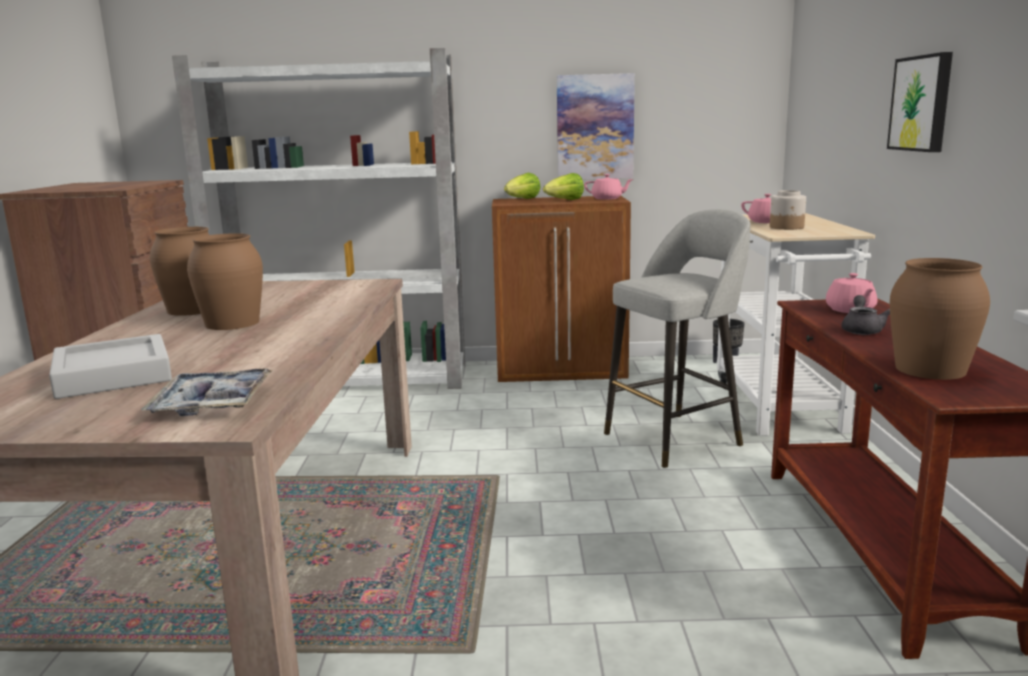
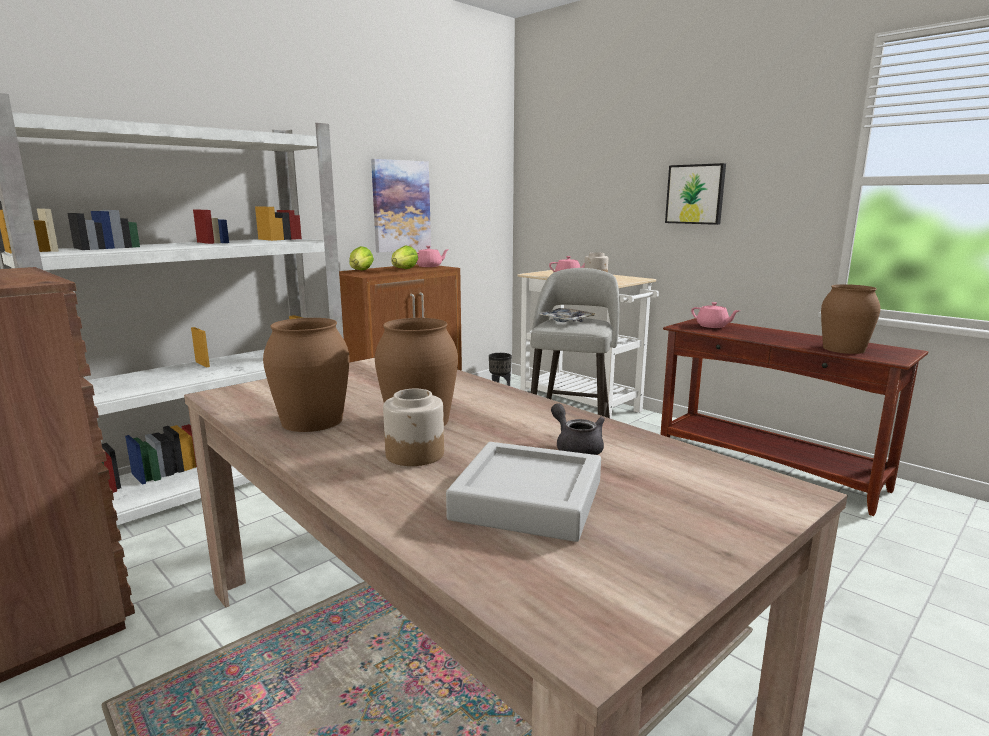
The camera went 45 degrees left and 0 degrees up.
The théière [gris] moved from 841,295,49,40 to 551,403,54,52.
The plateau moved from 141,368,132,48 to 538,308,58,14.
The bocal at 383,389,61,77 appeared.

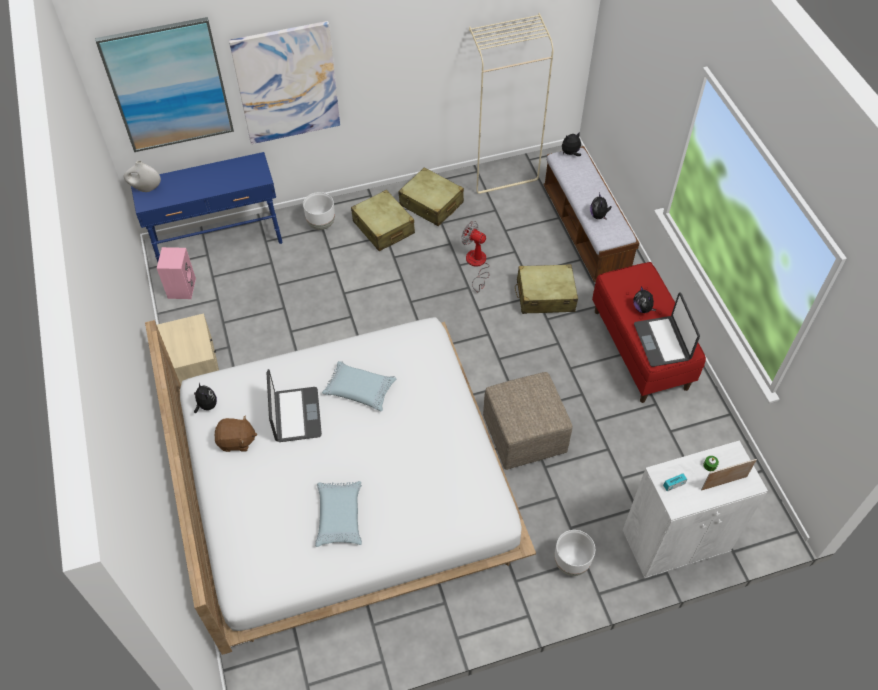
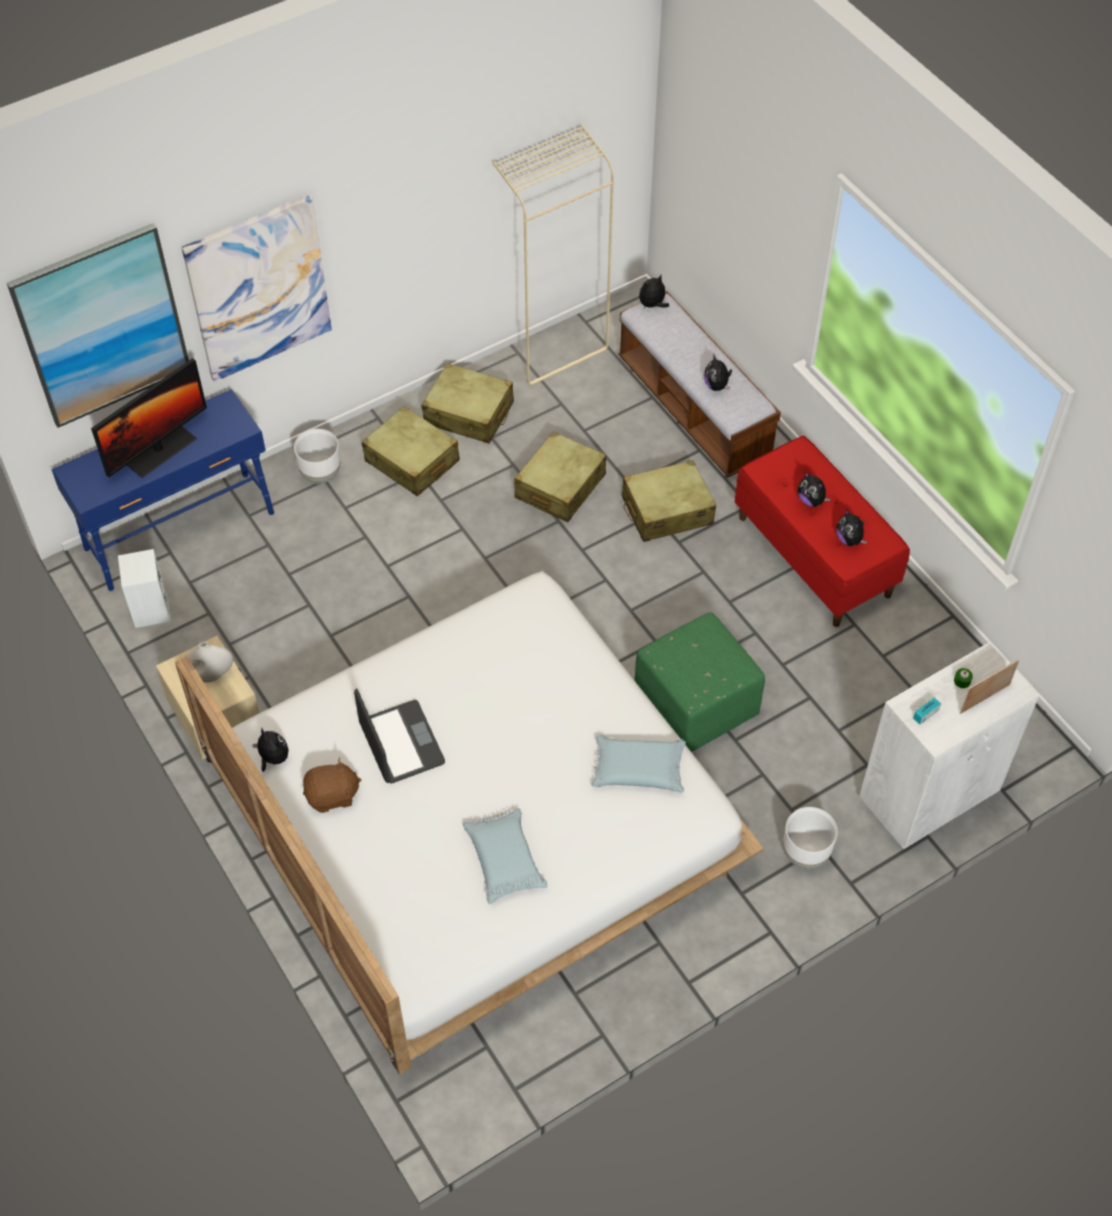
The camera went 15 degrees left and 0 degrees up.
The vase [blanc] moved from 124,161,37,31 to 176,642,57,41.
The ventilateur at 461,221,28,71 was replaced by the valise [beige] at 514,431,92,91.
The enceinte [rose] at 157,247,39,52 became the enceinte [blanc] at 118,549,52,79.
The ordinateur portable at 634,292,66,75 was replaced by the peluche at 836,509,31,37.
The coussin [bleu] moved from 322,361,74,51 to 591,735,95,58.
The pouf [beige] at 483,372,89,98 became the pouf [vert] at 634,612,131,140.
The écran d'ordinateur at 91,358,116,120 appeared.

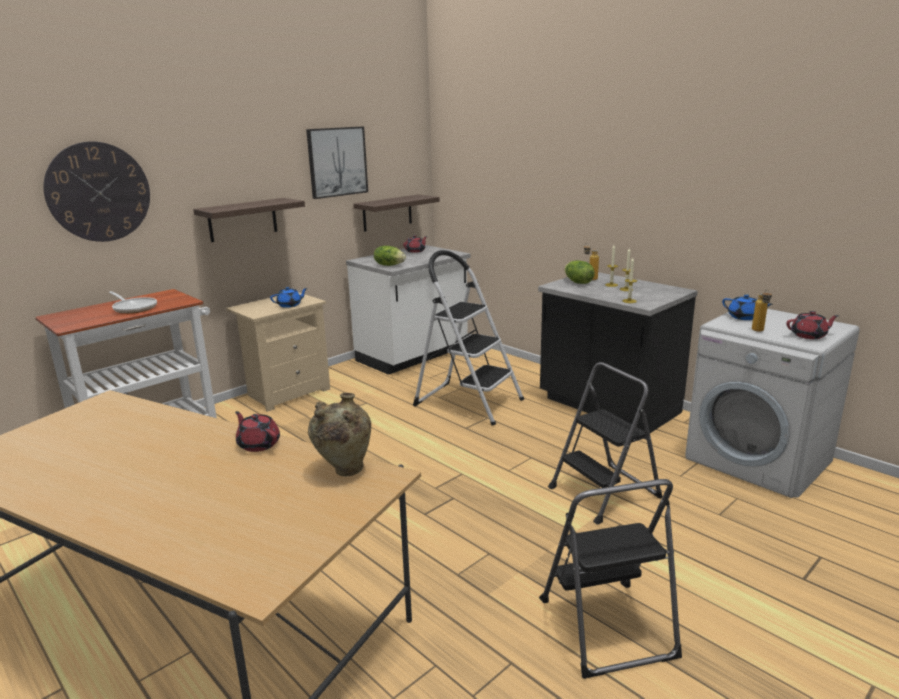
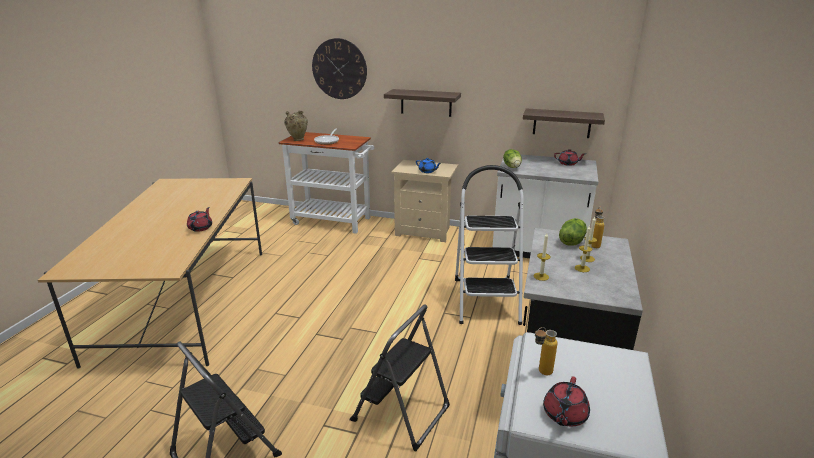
The camera went 60 degrees right and 5 degrees up.
The tableau at 306,127,62,72 disappeared.
The théière [bleu] at 722,294,51,26 disappeared.
The théière [rouge] at 786,311,53,28 turned 60 degrees clockwise.
The vase [beige] moved from 308,393,63,83 to 284,111,24,30.

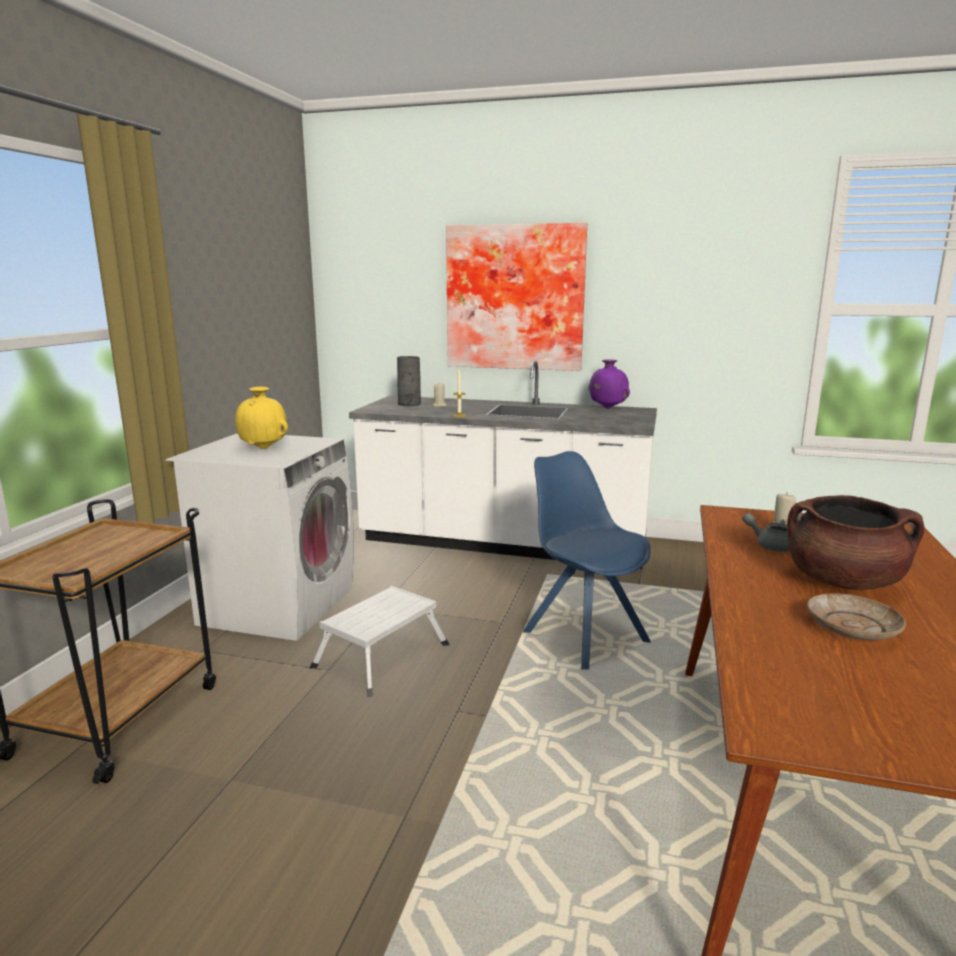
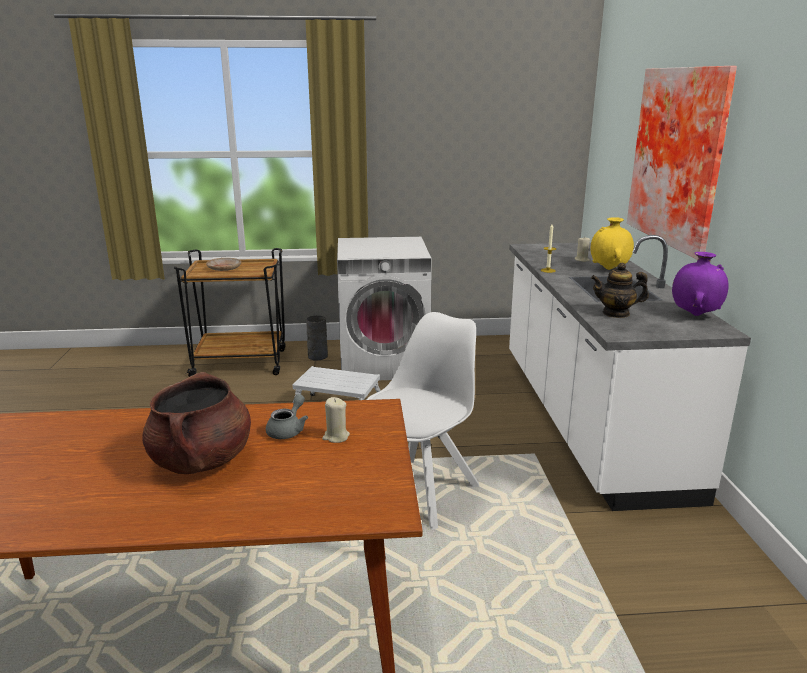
The camera went 70 degrees right and 5 degrees up.
The vase [gris] moved from 397,356,24,50 to 306,316,22,45.
The vase [jaune] moved from 235,387,53,62 to 591,217,43,53.
The chaise [bleu] at 523,451,128,219 became the chaise [blanc] at 366,312,114,218.
The assiette [beige] moved from 807,593,99,47 to 206,258,35,13.
The théière at 591,263,58,55 appeared.

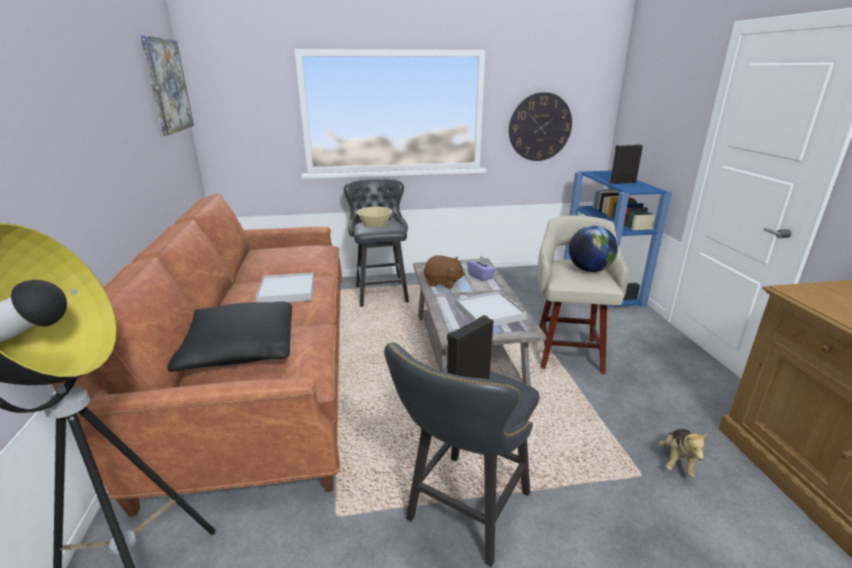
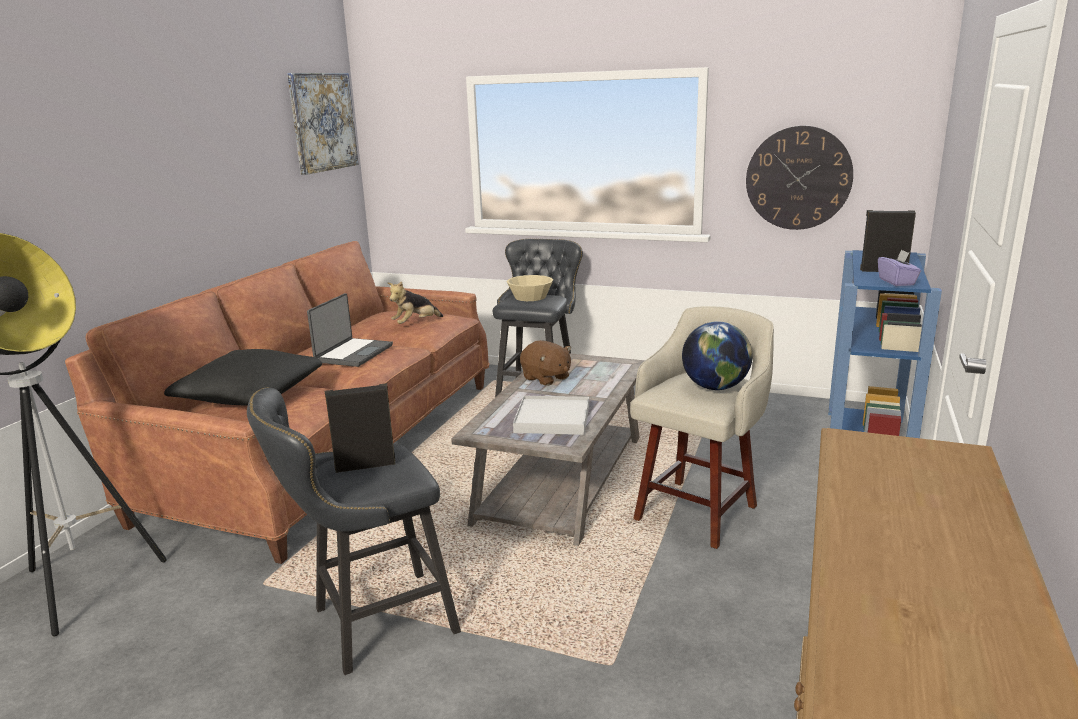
The camera went 30 degrees right and 5 degrees down.
The boîte à mouchoirs [violet] moved from 467,256,28,25 to 878,249,43,37.
The plateau [blanc] at 256,272,58,30 was replaced by the ordinateur portable at 307,293,86,74.
The peluche moved from 659,429,49,49 to 388,281,55,43.

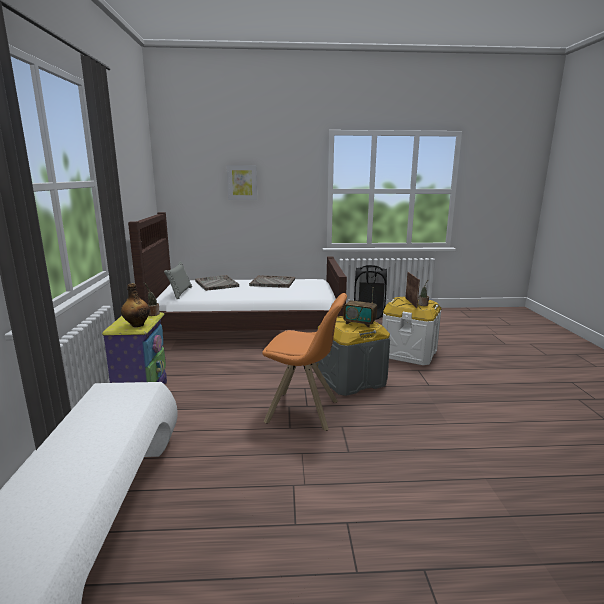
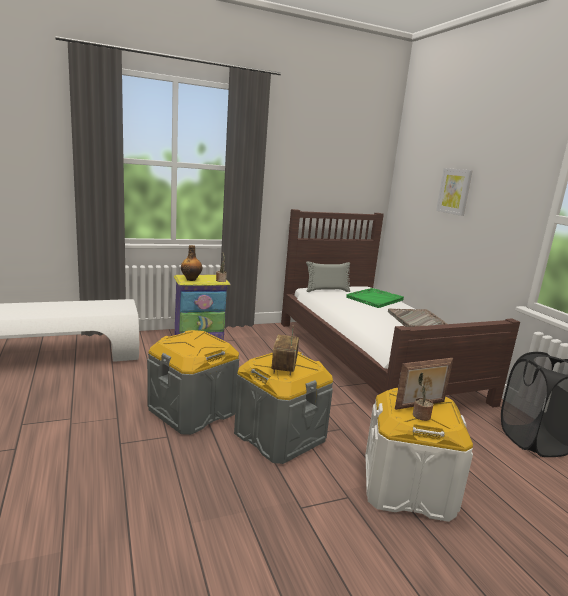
The camera went 70 degrees right and 0 degrees up.
The plateau [gris] at 195,275,44,16 became the plateau [vert] at 346,288,58,20.
The chaise [orange] at 262,293,85,138 was replaced by the boîte de rangement [gris] at 147,330,92,105.

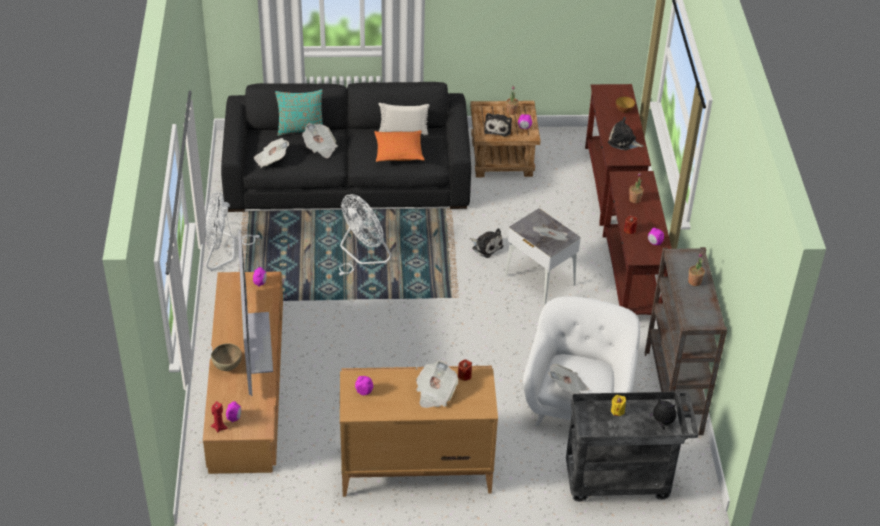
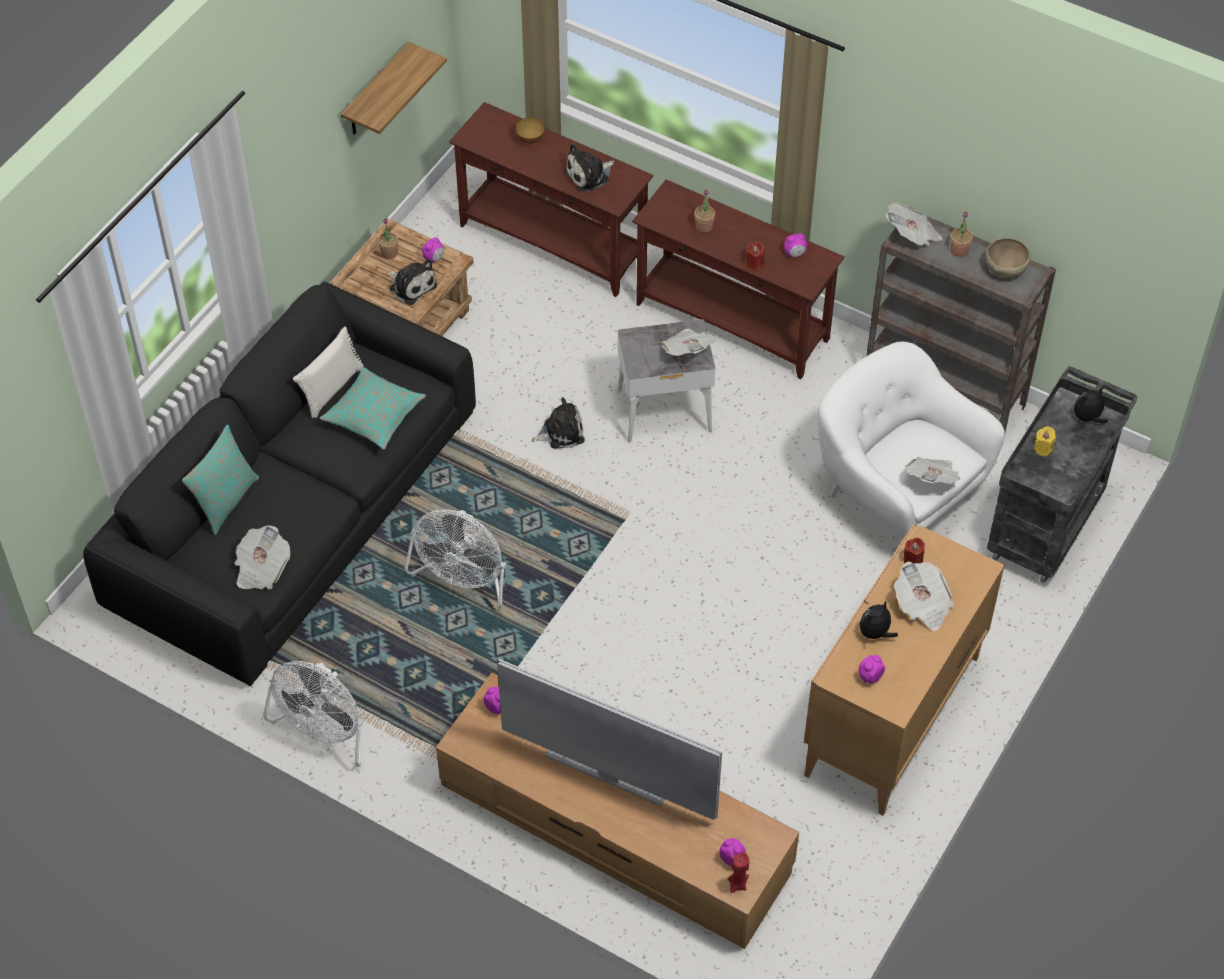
The camera went 55 degrees left and 10 degrees up.
The journal moved from 302,123,36,35 to 885,202,57,44.
The coussin [orange] at 374,130,51,32 became the coussin [turquoise] at 320,367,106,83.
The ventilateur [blanc] at 338,194,53,82 turned 150 degrees counterclockwise.
The bol [marron] moved from 211,344,31,27 to 985,238,46,40.
The étagère at 341,42,106,93 appeared.
The peluche at 860,600,38,39 appeared.

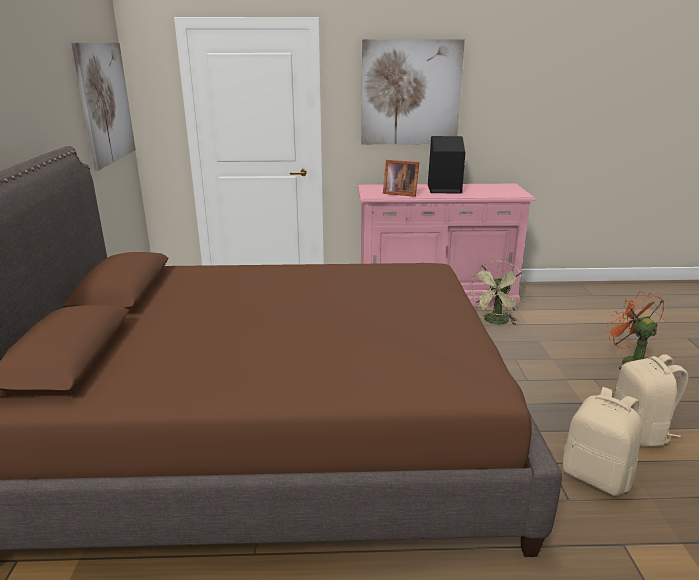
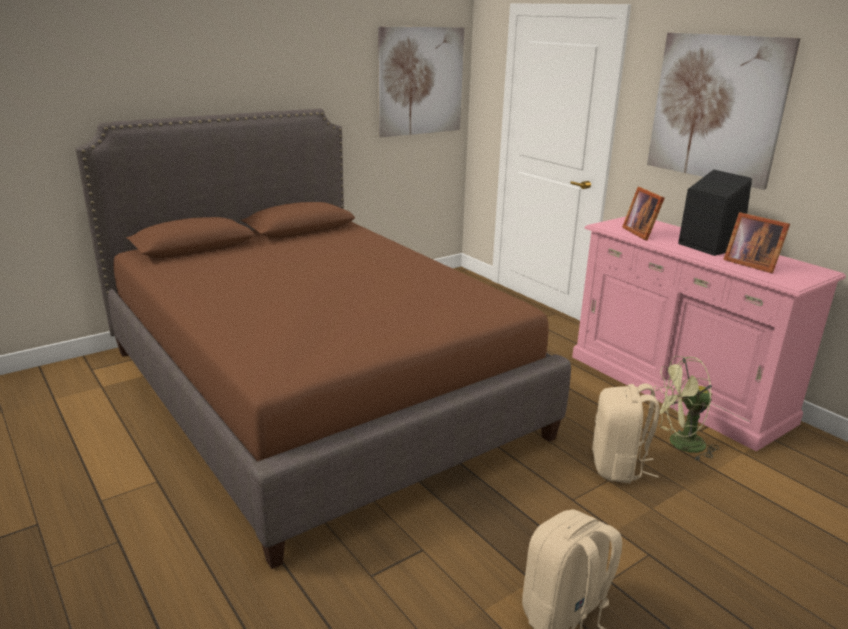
The camera went 55 degrees right and 0 degrees up.
The ventilateur [orange] at 605,291,59,78 disappeared.
The sac à dos [beige] moved from 563,387,79,109 to 592,384,68,99.
The cadre photo at 723,212,67,61 appeared.

